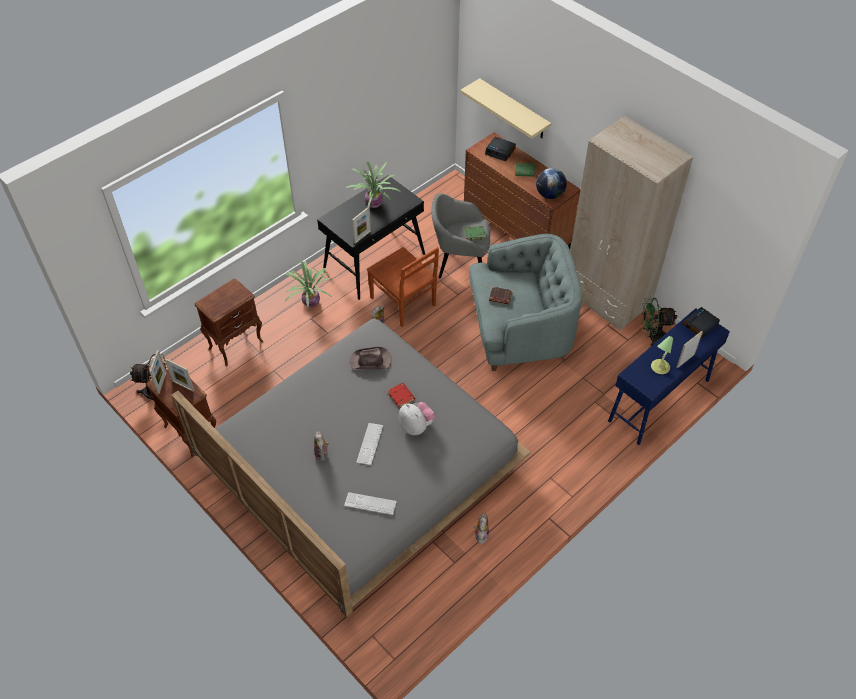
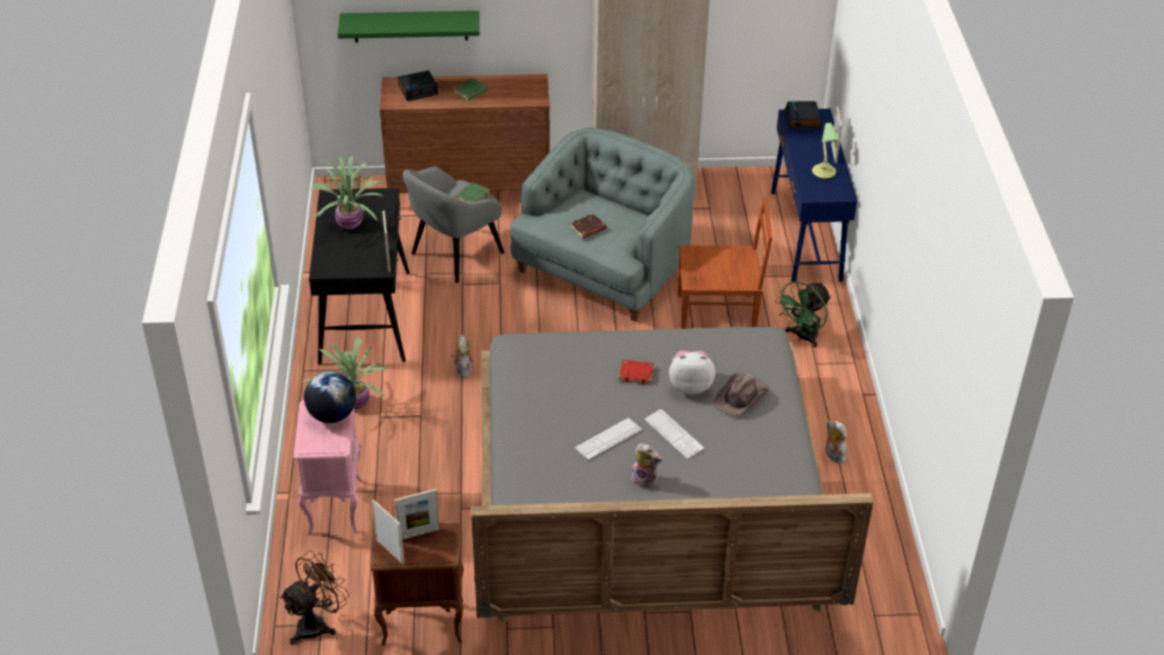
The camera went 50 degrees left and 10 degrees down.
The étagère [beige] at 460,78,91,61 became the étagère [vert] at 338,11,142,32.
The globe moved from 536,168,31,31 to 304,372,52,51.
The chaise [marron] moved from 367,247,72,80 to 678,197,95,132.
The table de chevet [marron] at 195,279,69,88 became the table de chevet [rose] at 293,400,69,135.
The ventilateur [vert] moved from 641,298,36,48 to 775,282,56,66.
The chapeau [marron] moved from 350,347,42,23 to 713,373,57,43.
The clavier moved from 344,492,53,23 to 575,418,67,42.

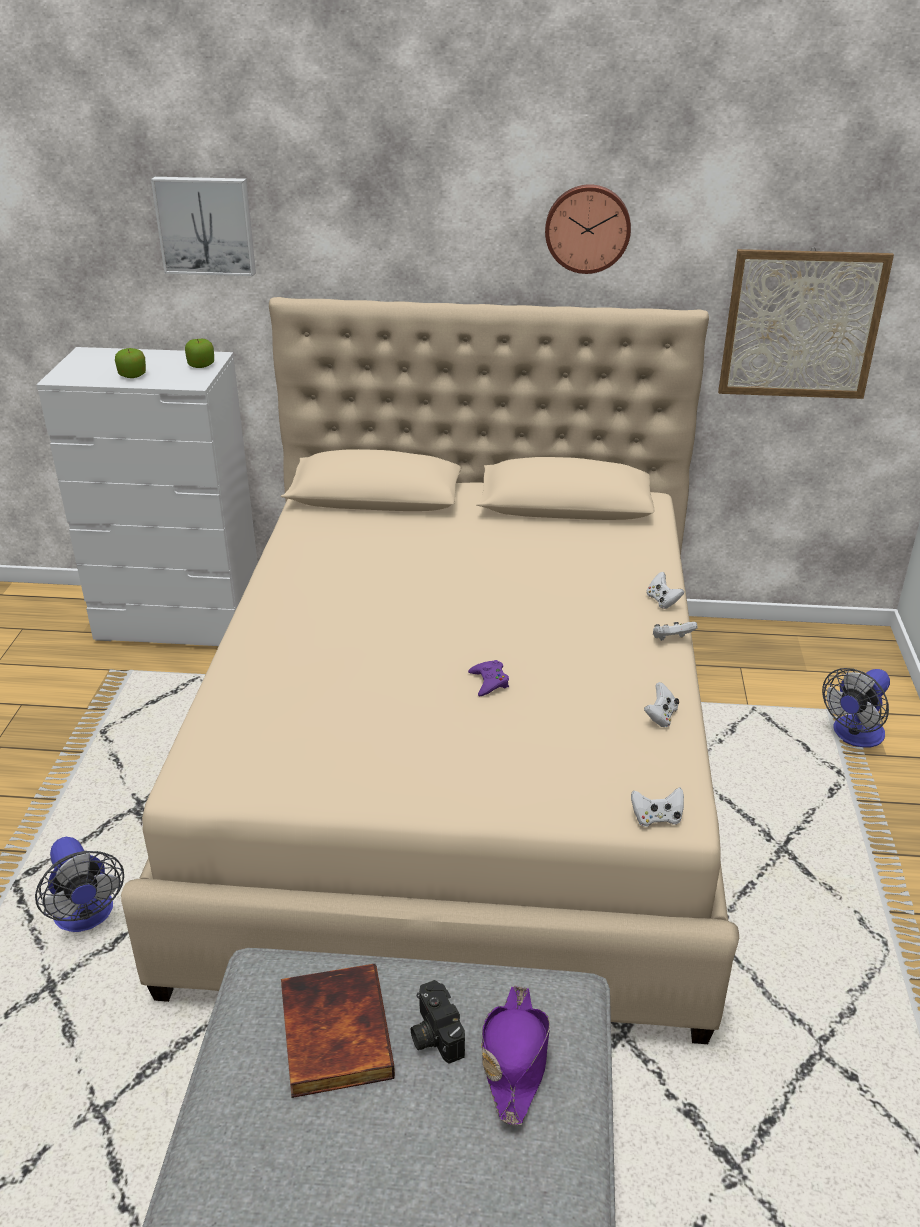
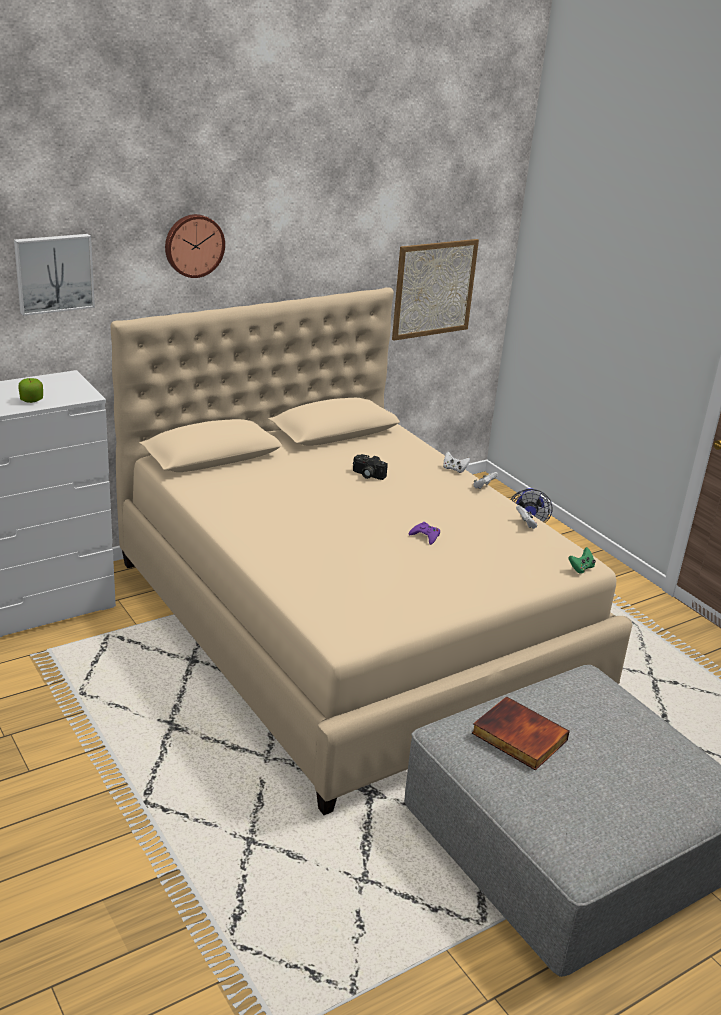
The camera went 40 degrees left and 5 degrees down.
The horloge murale moved from 545,184,86,90 to 165,214,60,64.
The pomme at 185,339,29,29 disappeared.
The manette [blanc] at 631,787,53,40 became the manette [vert] at 568,547,28,27.
The ventilateur at 35,837,89,95 disappeared.
The appareil photo moved from 411,980,54,84 to 353,454,35,26.
The chapeau [violet] at 481,985,69,140 disappeared.

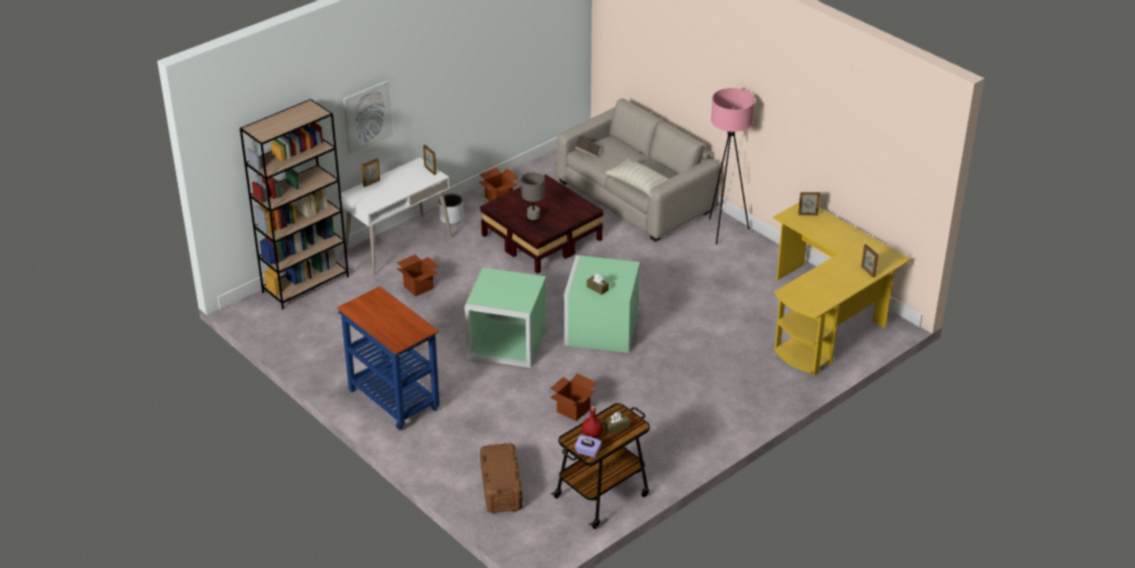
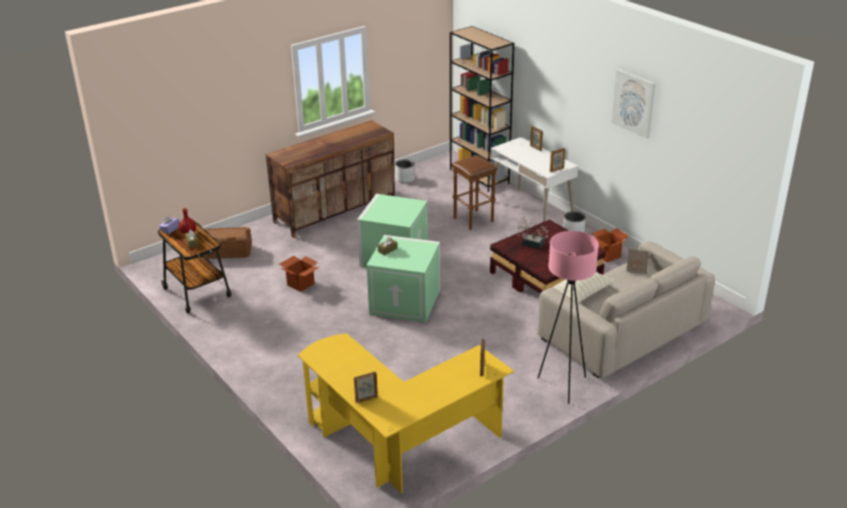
The camera went 95 degrees right and 5 degrees down.
The tableau moved from 343,80,50,74 to 612,69,44,70.
The lampe de table [gris] at 521,172,24,50 was replaced by the plante en pot at 517,217,32,32.
The carton at 397,254,42,43 was replaced by the tabouret [marron] at 452,155,45,75.
The chariot [bleu] at 338,286,102,144 was replaced by the meuble de rangement [marron] at 265,120,130,118.
The cache-pot [gris] at 395,159,20,24 appeared.

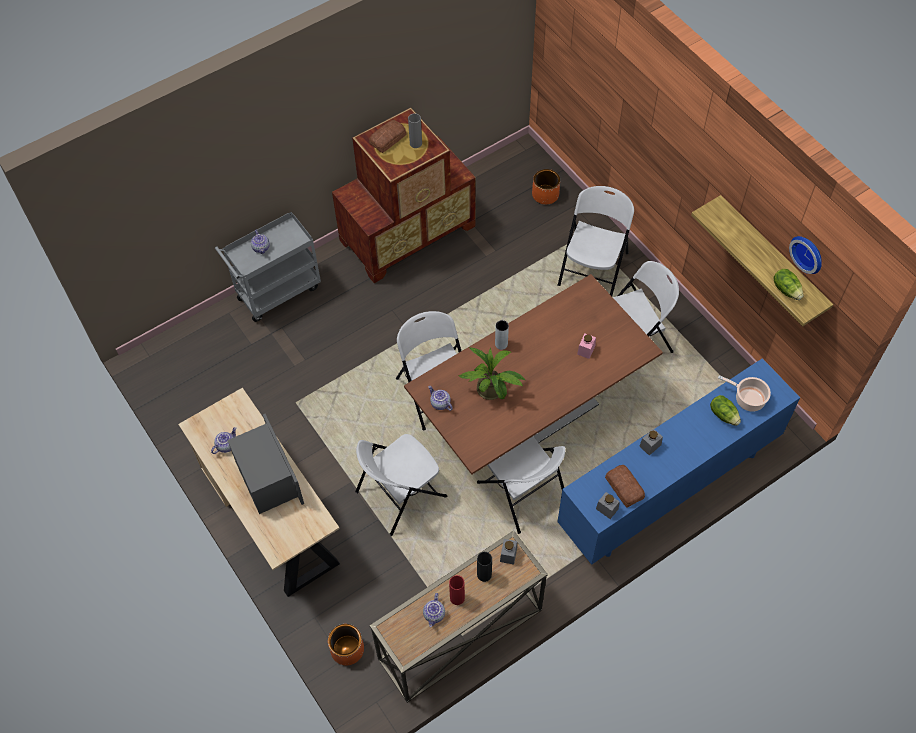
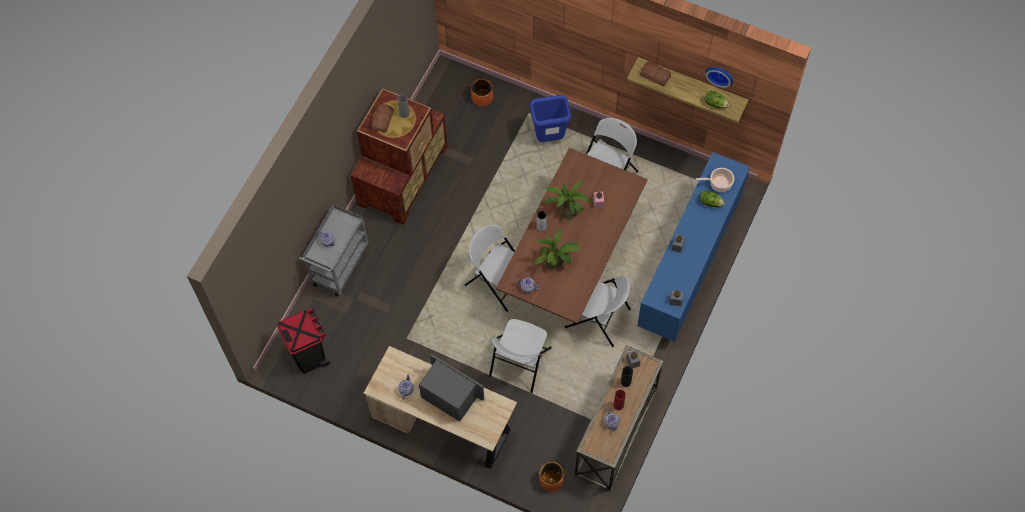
The camera went 30 degrees left and 5 degrees up.
The chaise [blanc] at 557,186,77,110 was replaced by the poubelle [bleu] at 530,95,41,47.
The pain moved from 605,465,40,43 to 640,62,31,24.
The plante en pot at 544,181,48,39 appeared.
The poubelle [noir] at 277,309,53,65 appeared.

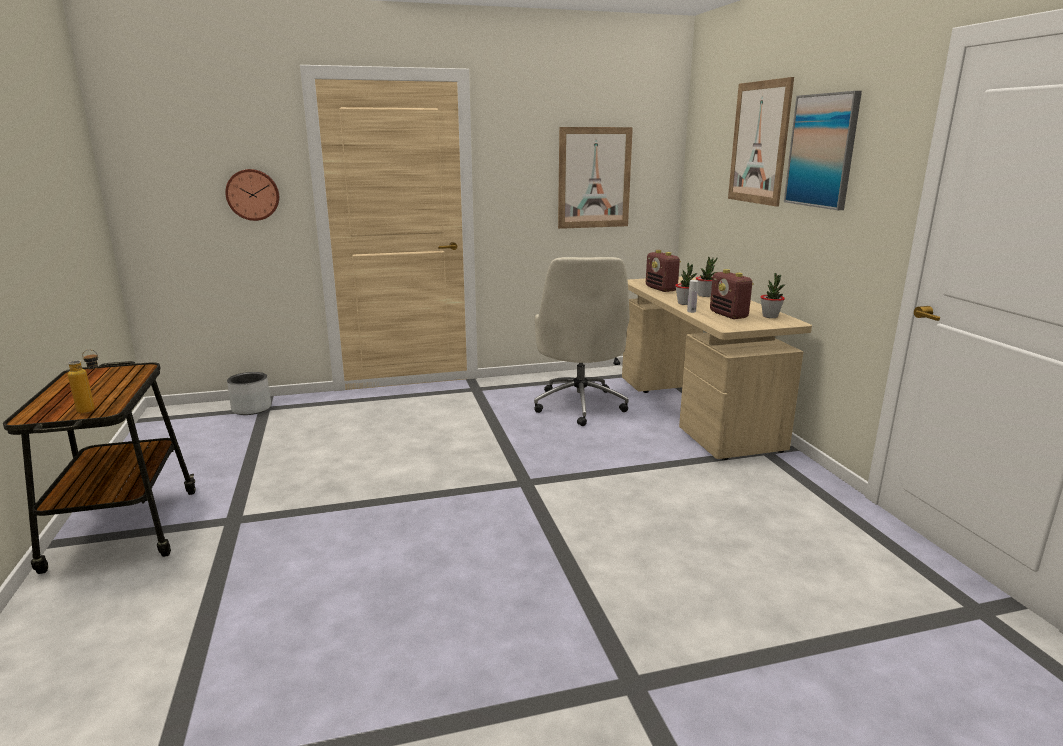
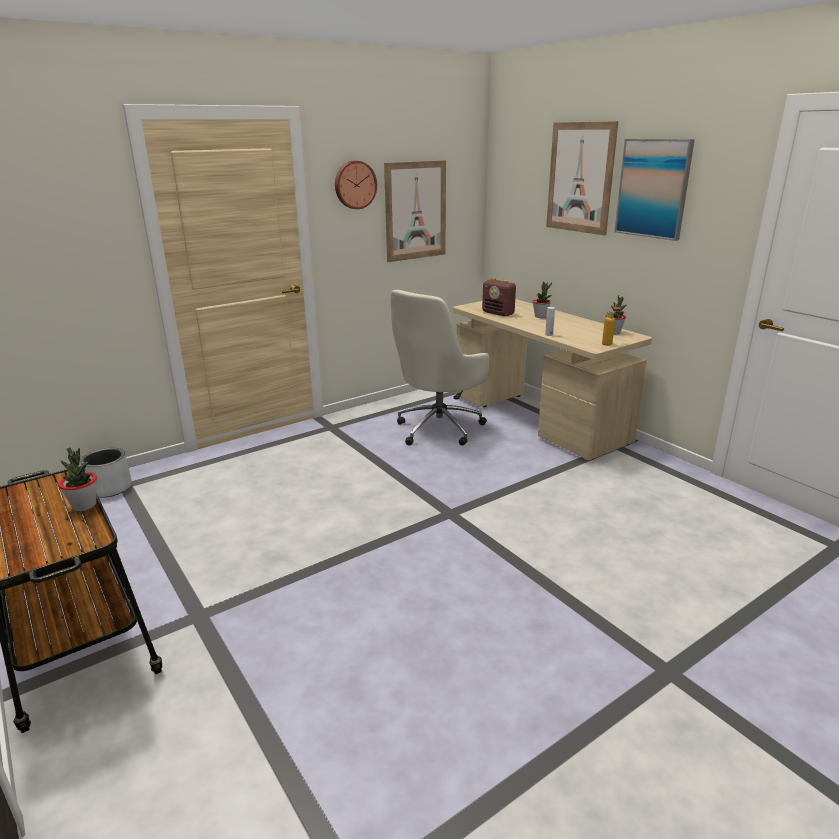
The camera went 20 degrees left and 5 degrees up.
The horloge murale moved from 225,169,54,52 to 335,161,42,48.
The chaise de bureau [beige] at 534,257,96,169 turned 60 degrees clockwise.
The plante en pot moved from 675,263,22,42 to 59,448,38,63.
The radio at 710,269,44,50 disappeared.
The bouteille moved from 67,349,31,65 to 602,303,19,43.

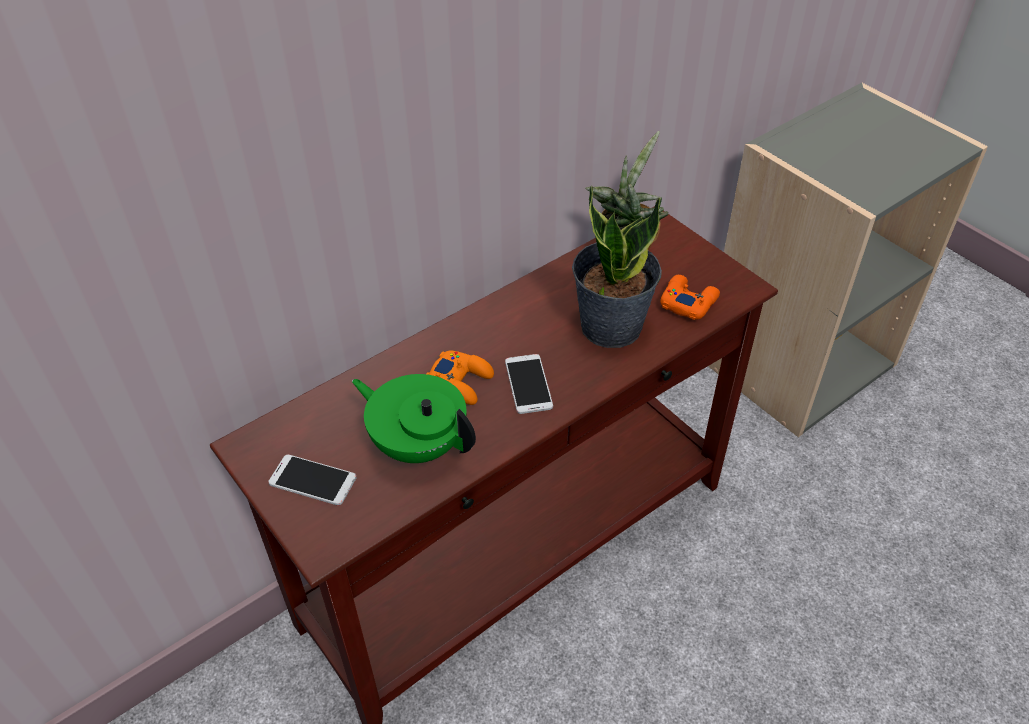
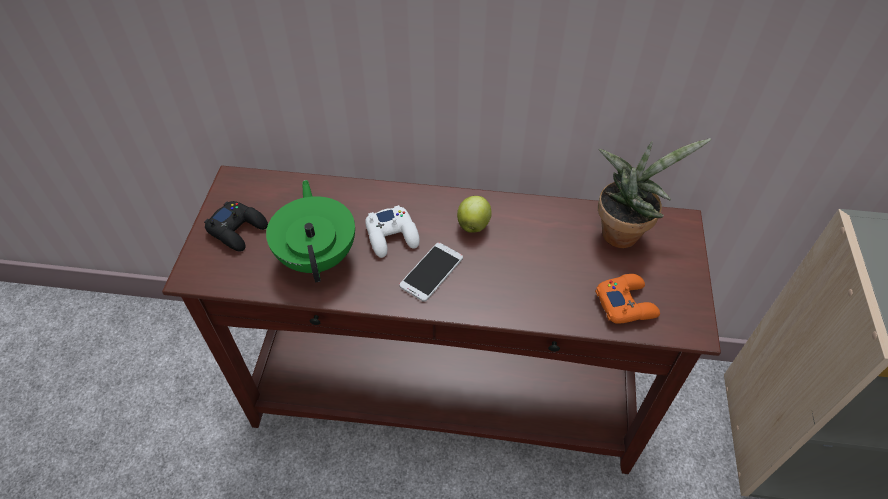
The camera went 45 degrees right and 5 degrees up.
The plante en pot at 572,185,90,163 disappeared.
The manette [orange] at 427,350,67,55 became the manette [blanc] at 365,205,55,53.
The téléphone at 268,455,89,50 was replaced by the manette [noir] at 204,201,64,51.
The pomme at 457,196,35,37 appeared.

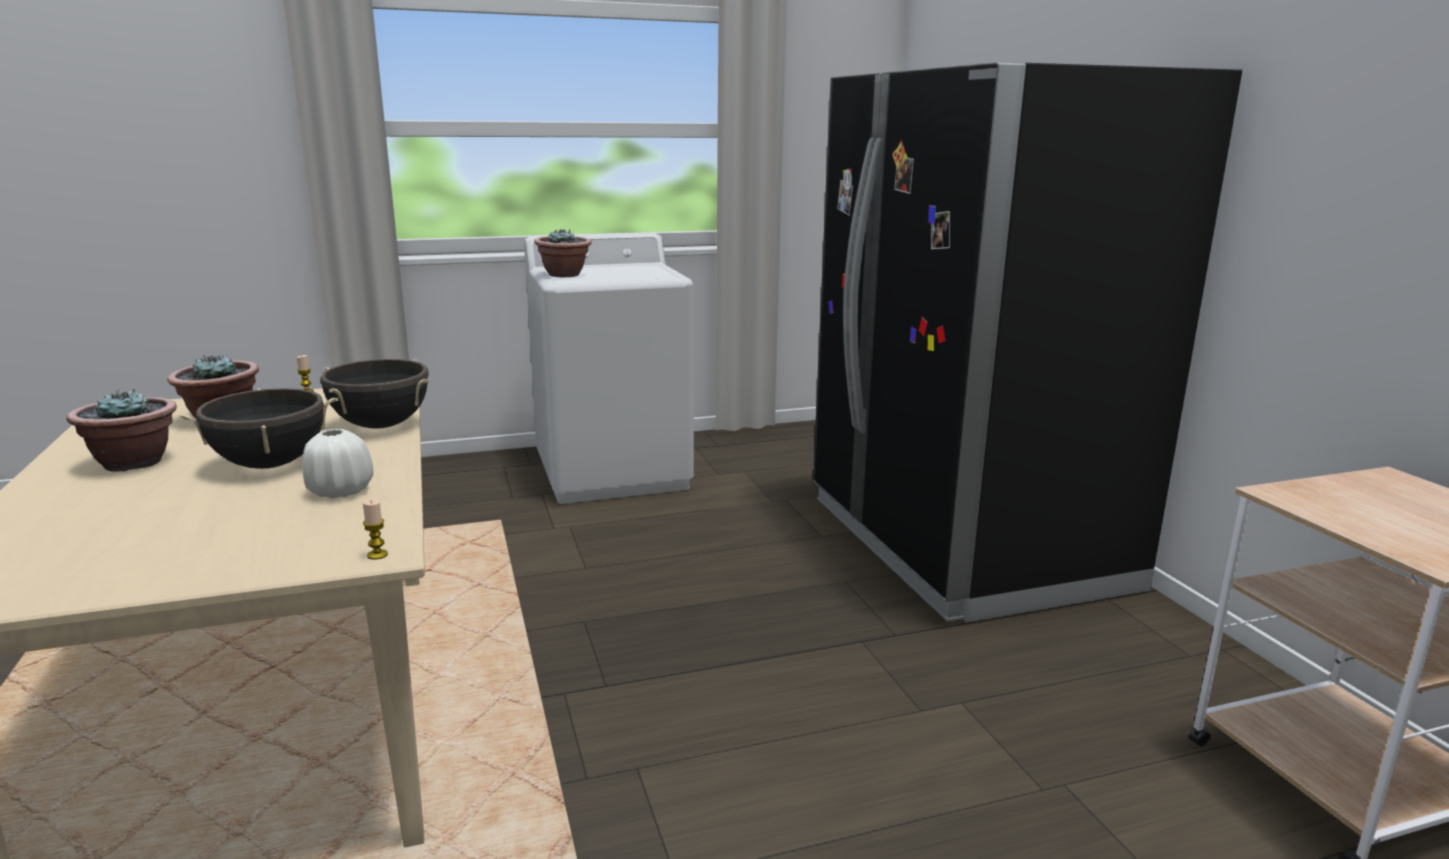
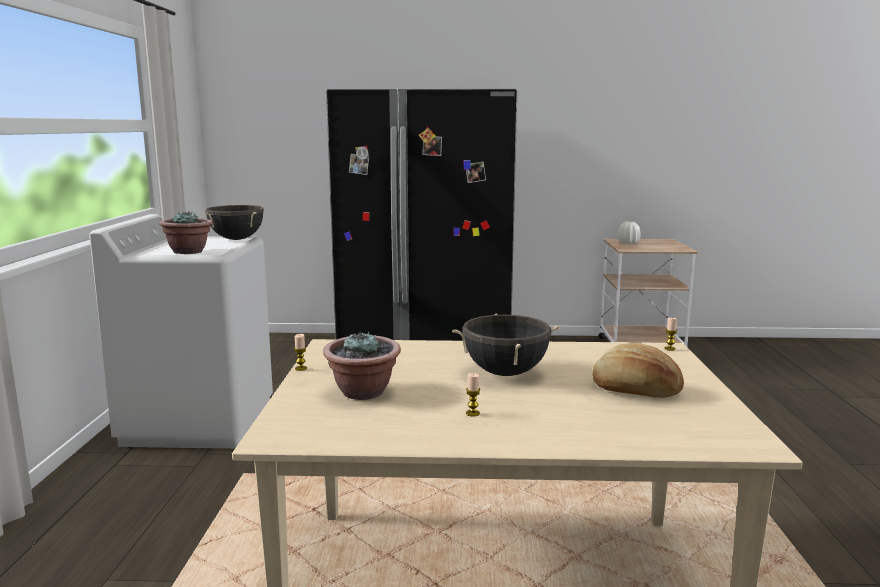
The camera went 70 degrees left and 5 degrees down.
The marmite [noir] moved from 320,359,109,70 to 203,205,61,35.
The plante en pot at 66,389,111,83 was replaced by the bougie at 466,373,14,44.
The vase [blanc] moved from 303,429,71,70 to 617,221,24,23.
The pain at 592,343,92,55 appeared.

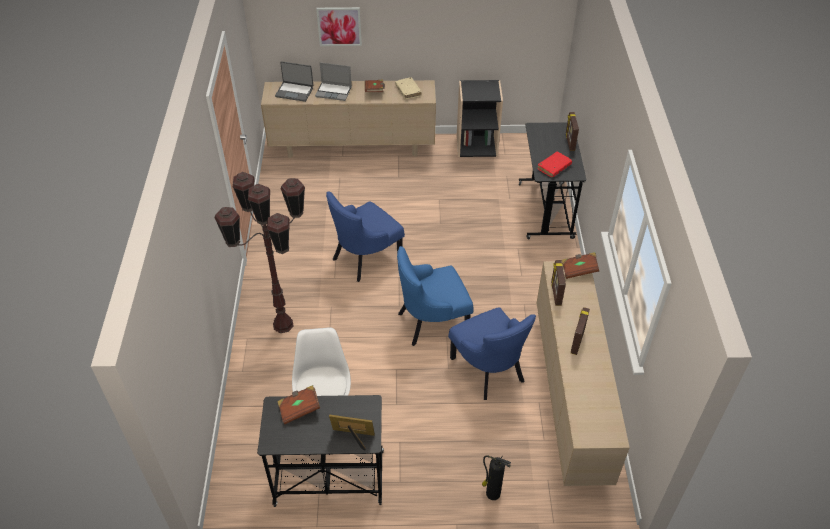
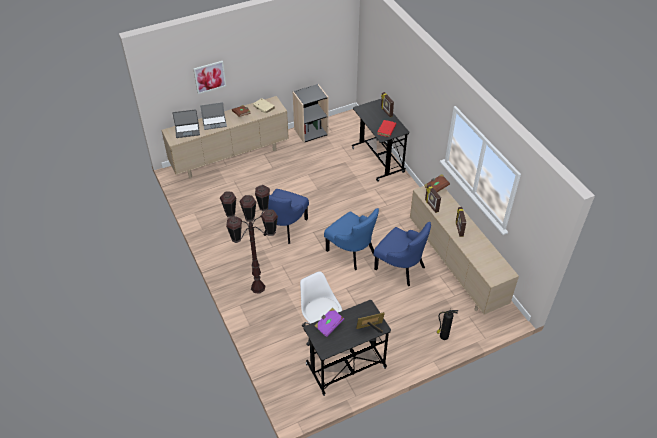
The camera went 25 degrees left and 0 degrees up.
The chaise [bleu] at 397,246,77,100 turned 90 degrees counterclockwise.
The livre [marron] at 277,385,43,39 became the livre [violet] at 315,308,29,29.

